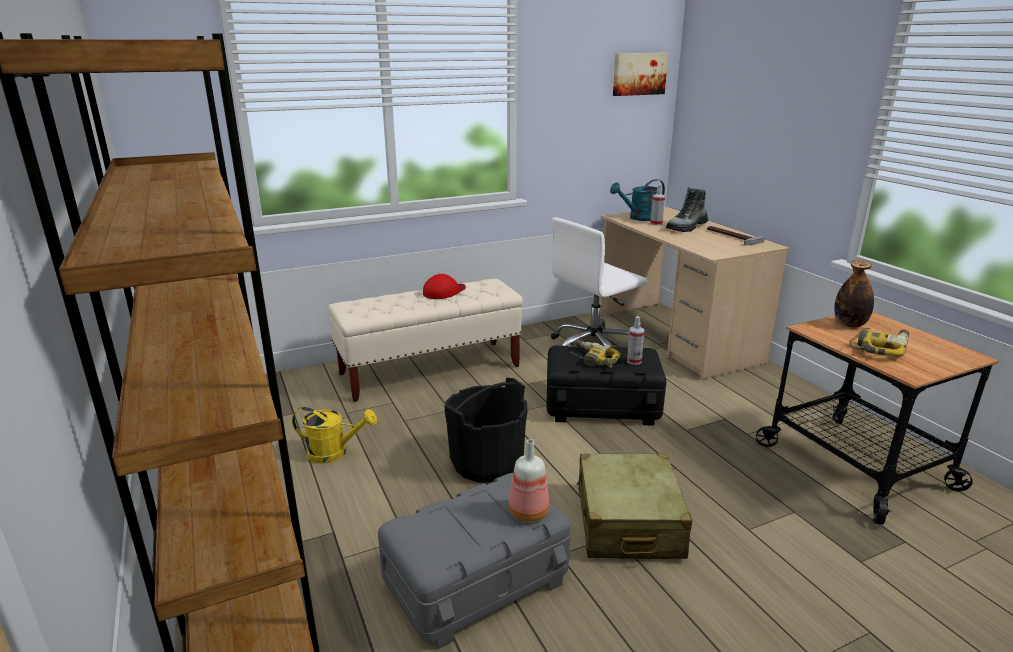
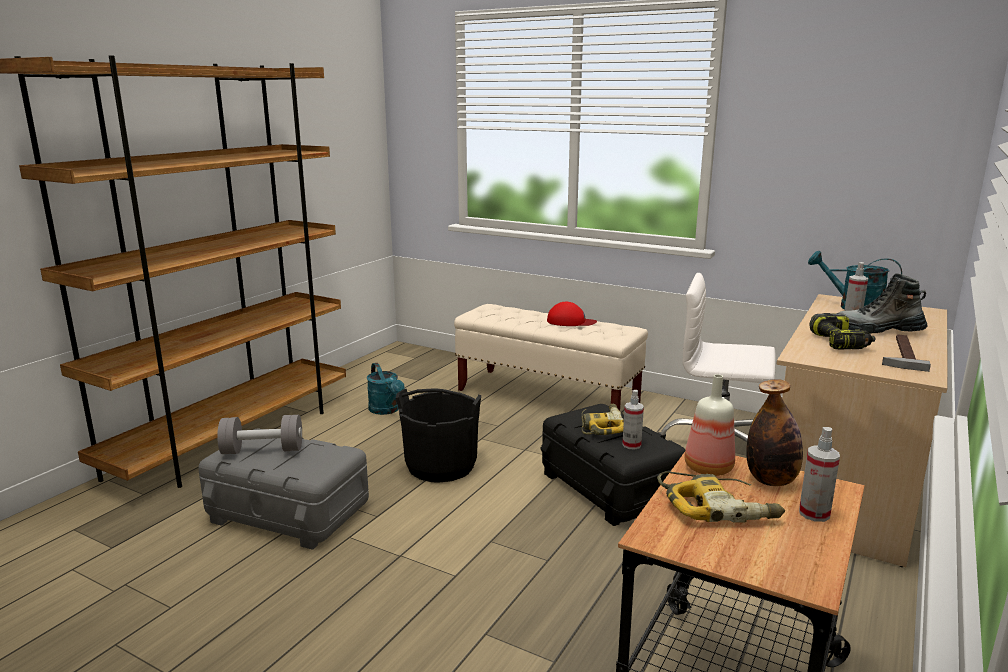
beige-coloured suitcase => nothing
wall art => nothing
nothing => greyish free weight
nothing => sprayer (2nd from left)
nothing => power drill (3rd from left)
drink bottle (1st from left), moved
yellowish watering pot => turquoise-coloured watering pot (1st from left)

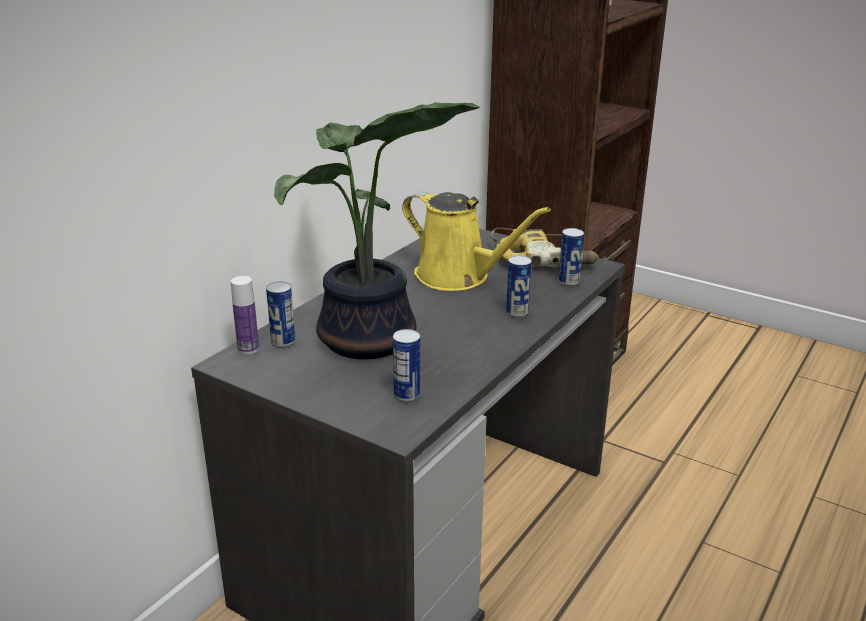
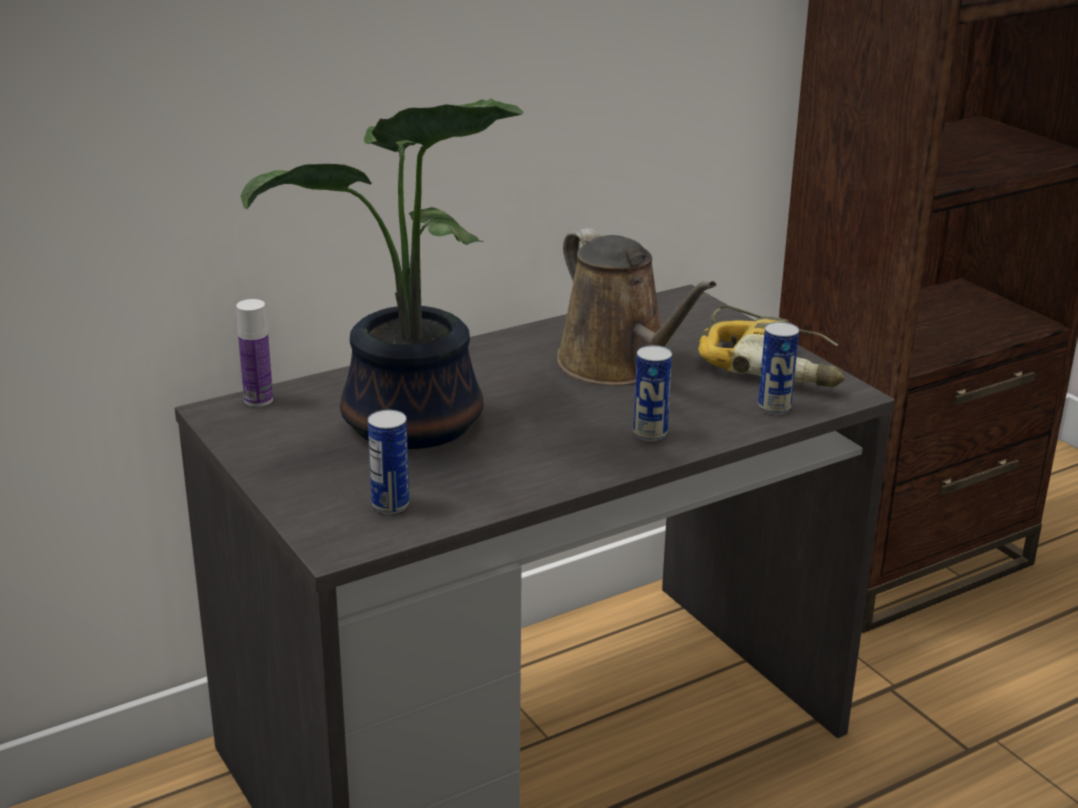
sealed can (1st from left) => nothing
yellowish watering pot => brown-coloured watering pot

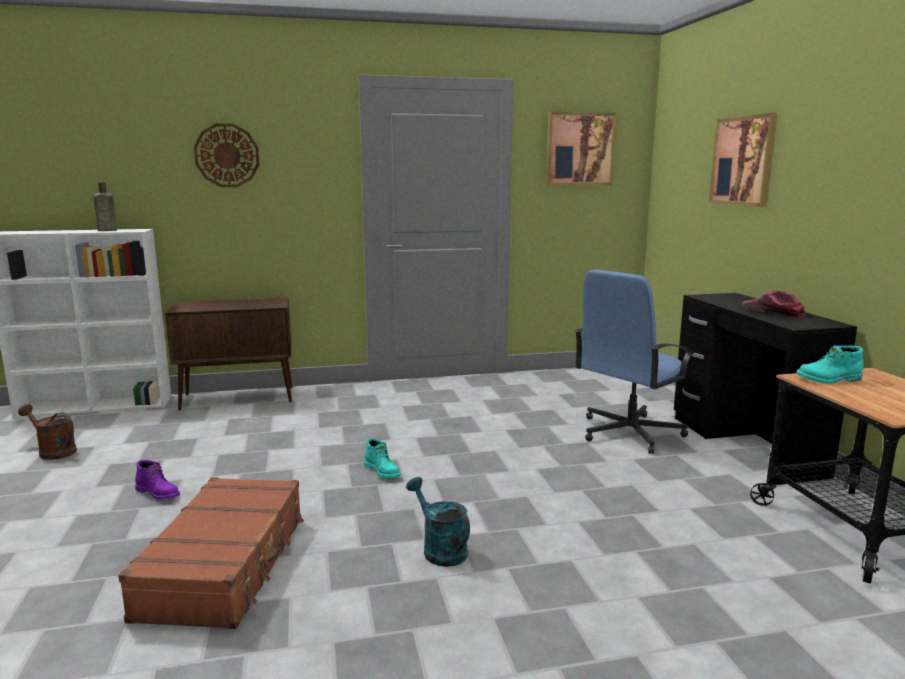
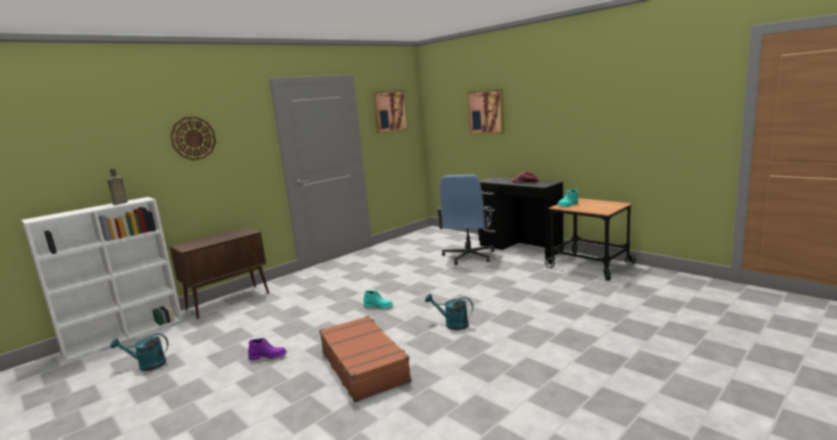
brown-coloured watering pot => turquoise-coloured watering pot (1st from left)

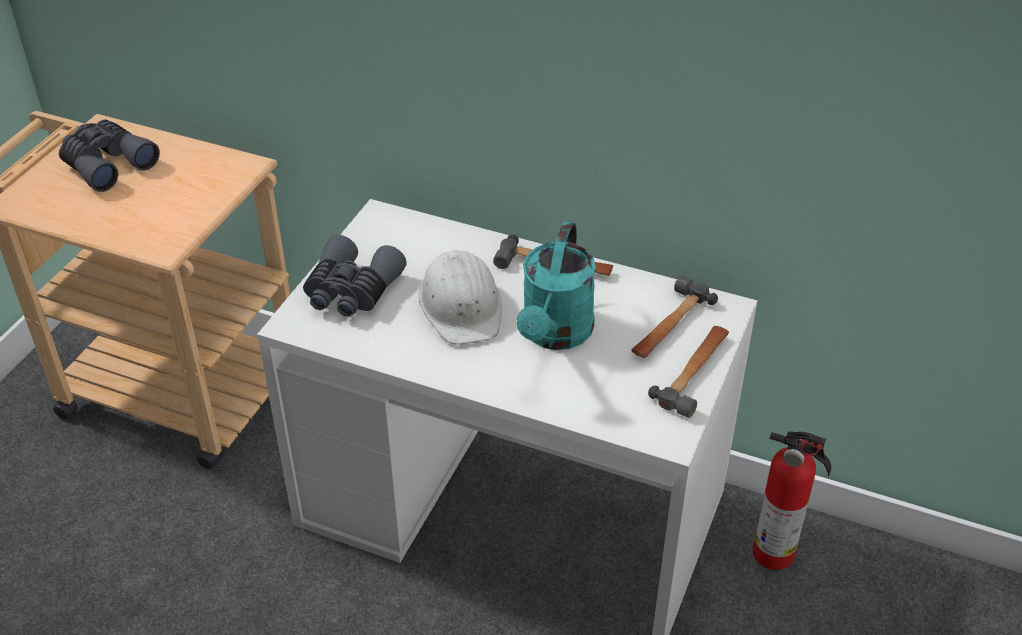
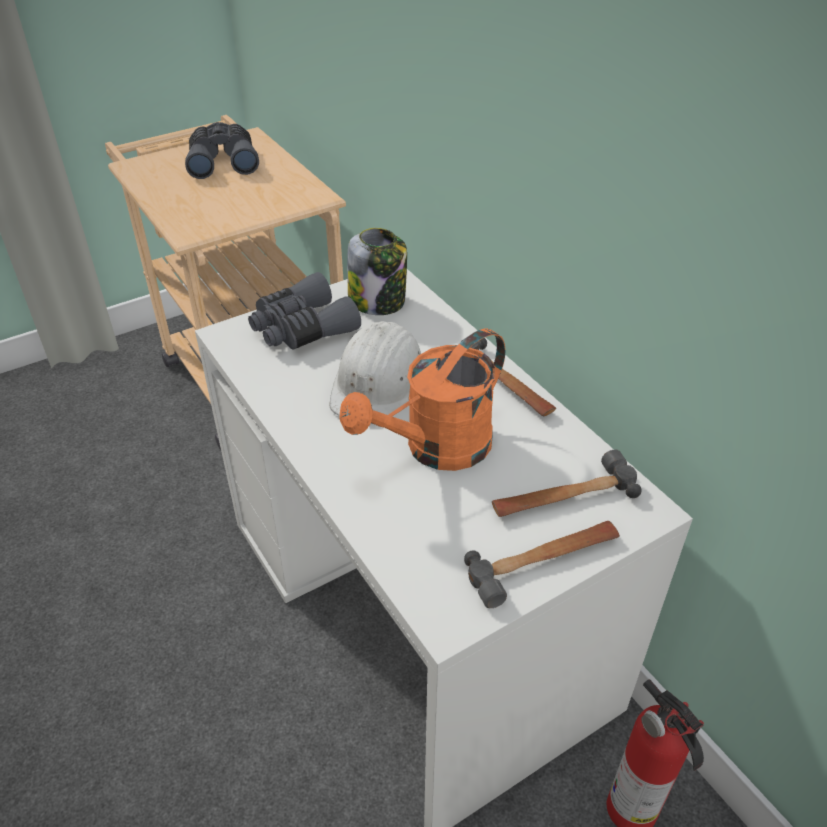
nothing => storage jar
turquoise-coloured watering pot => orange watering pot

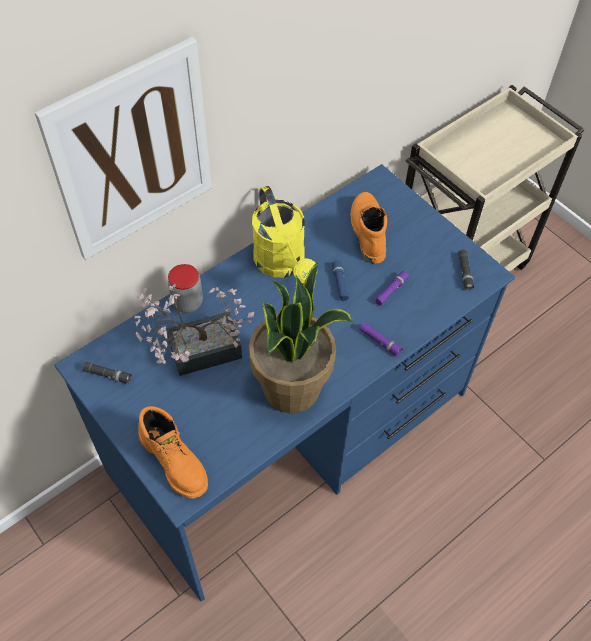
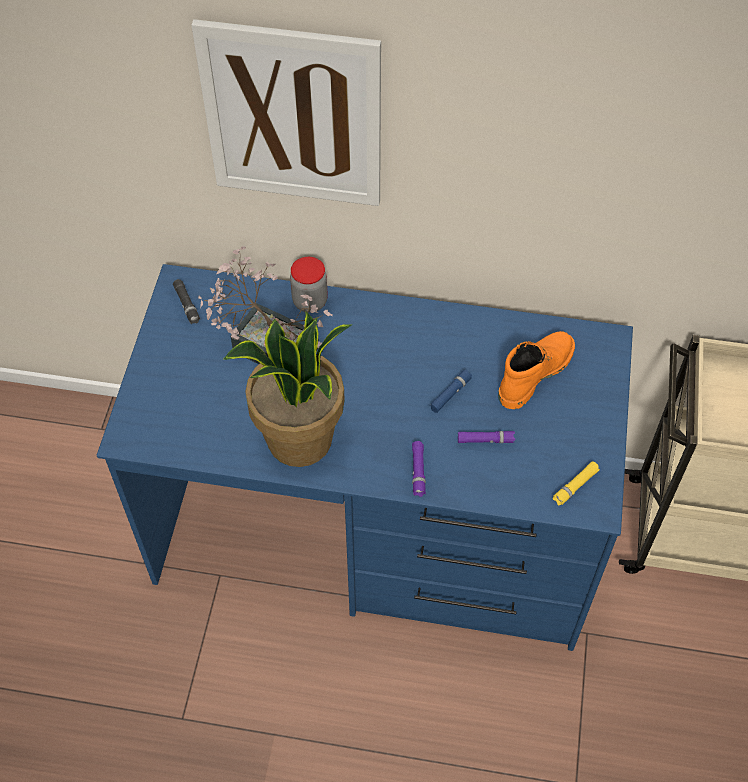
orange boot (1st from left) => nothing
yellowish watering pot => nothing
black-coloured flashlight (2nd from left) => yellowish flashlight

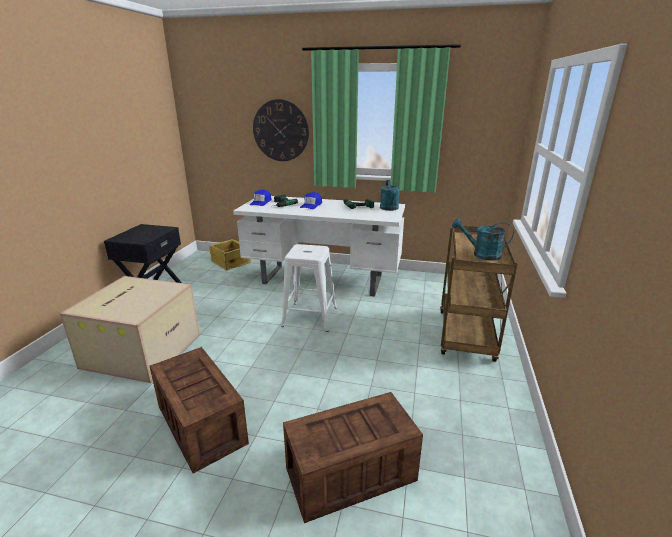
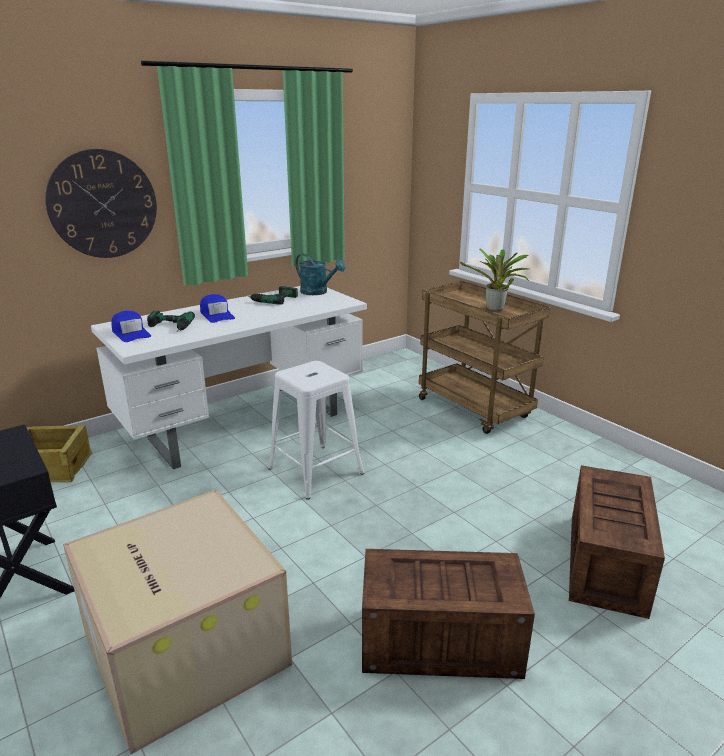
turquoise-coloured watering pot (2nd from left) => houseplant

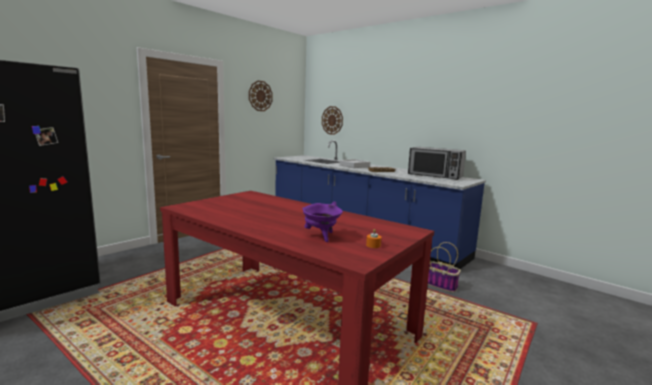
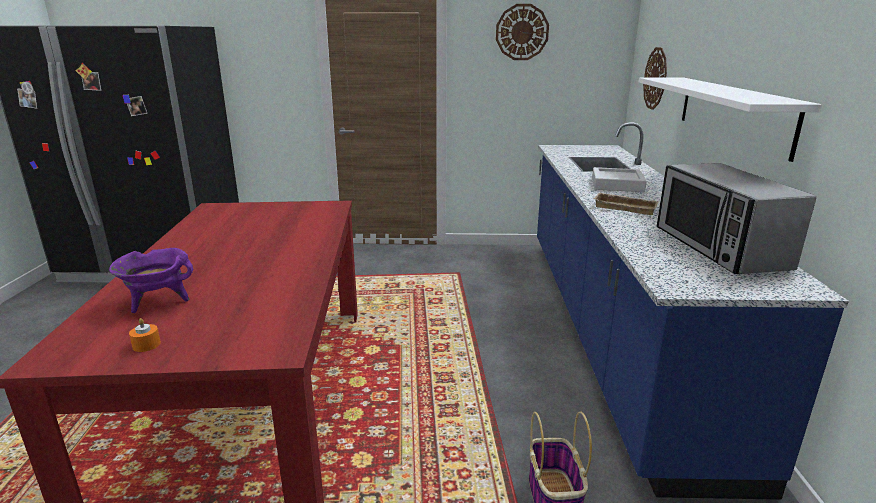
nothing => whitish wall shelf

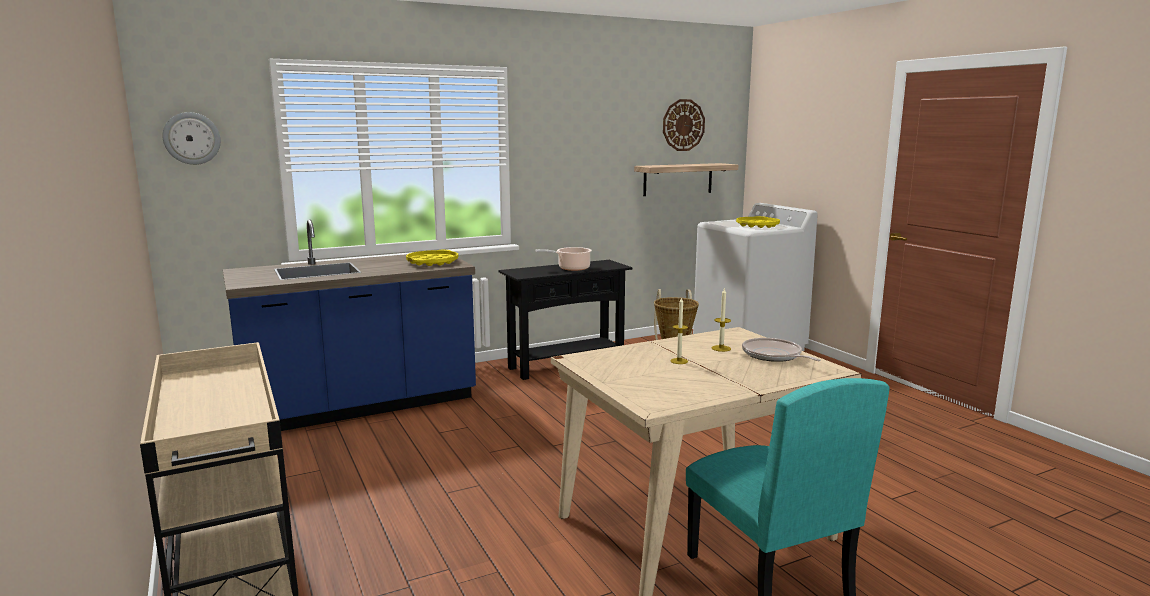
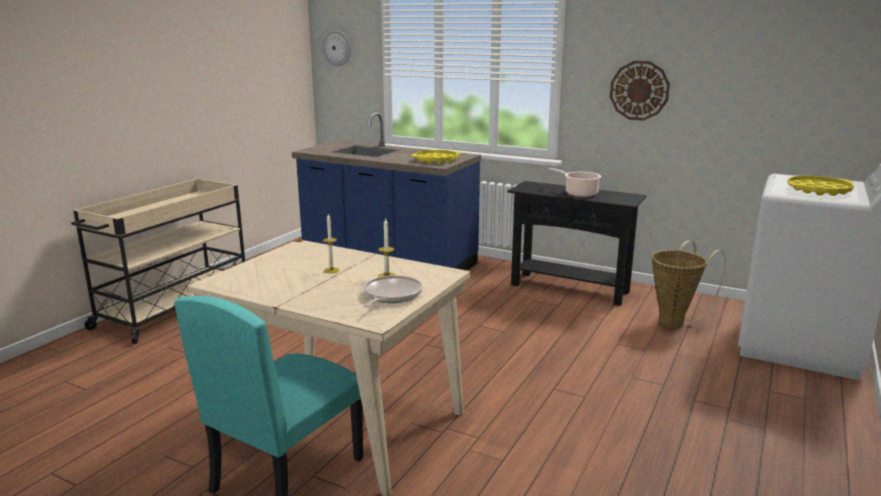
wall shelf => nothing
clock on the wall (2nd from left), moved

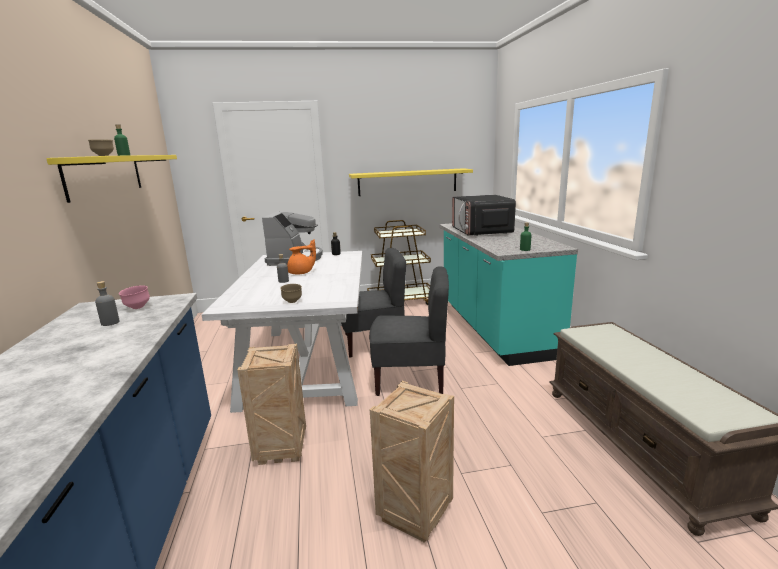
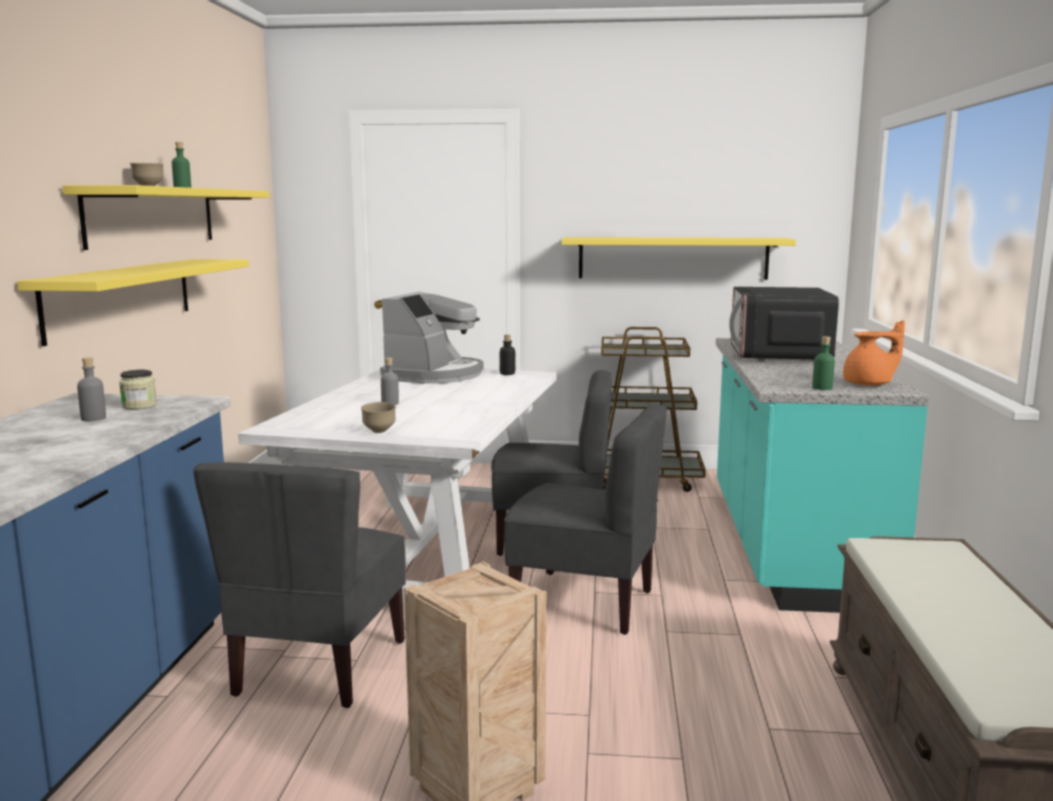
nothing => yellowish wall shelf (1st from left)
orange pot for tea, moved
pinkish serving bowl => storage jar
shipping crate (1st from left) => greyish plain chair (1st from left)

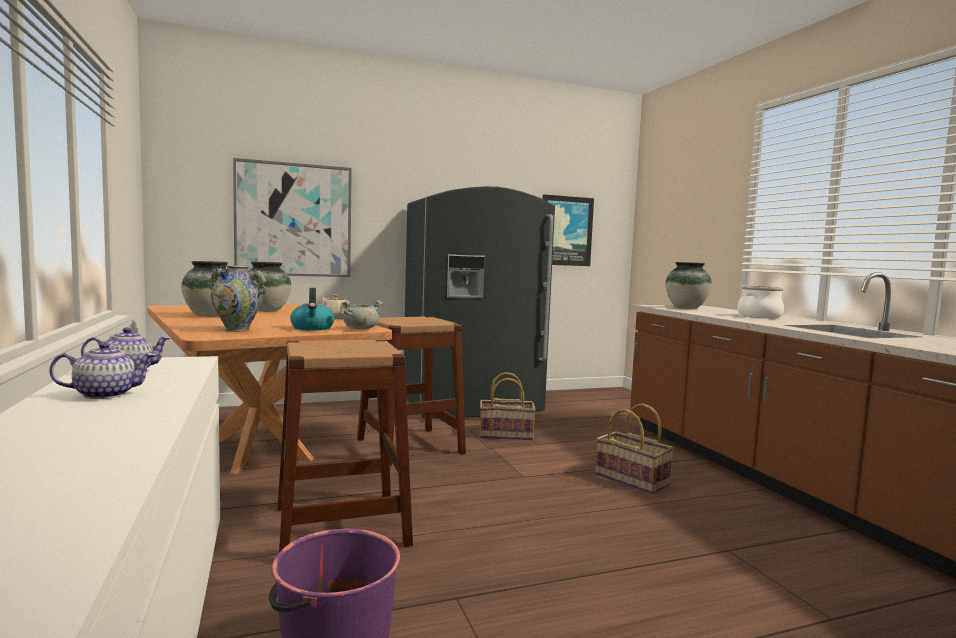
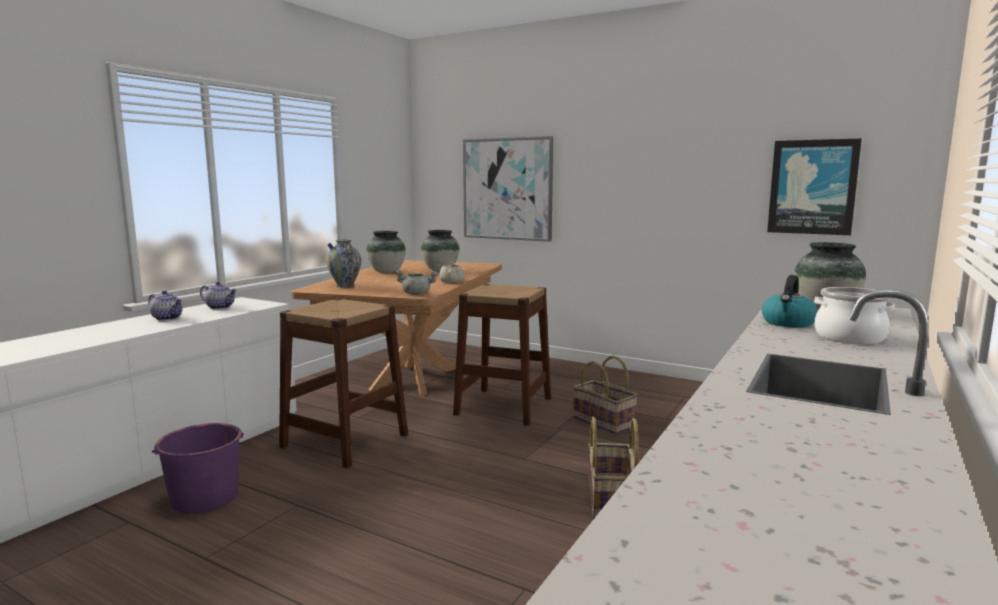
greyish refrigerator => nothing
water kettle, moved

